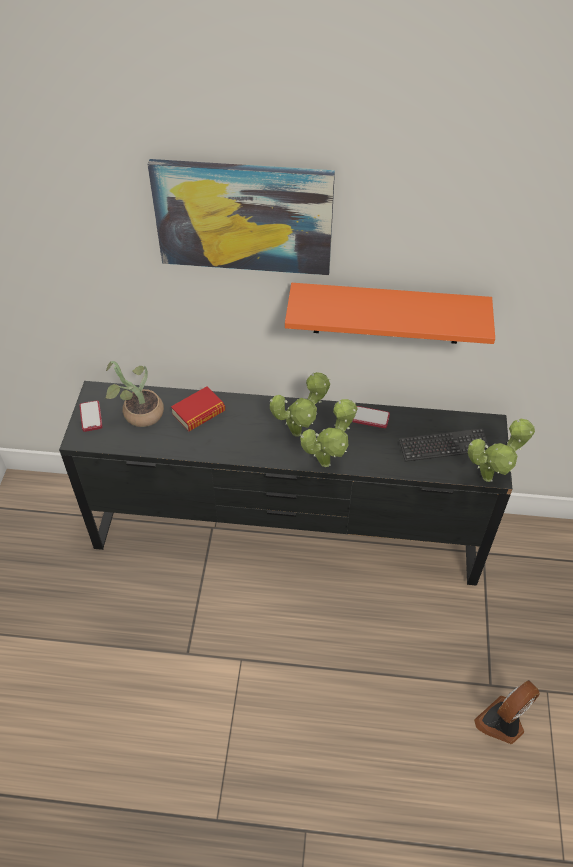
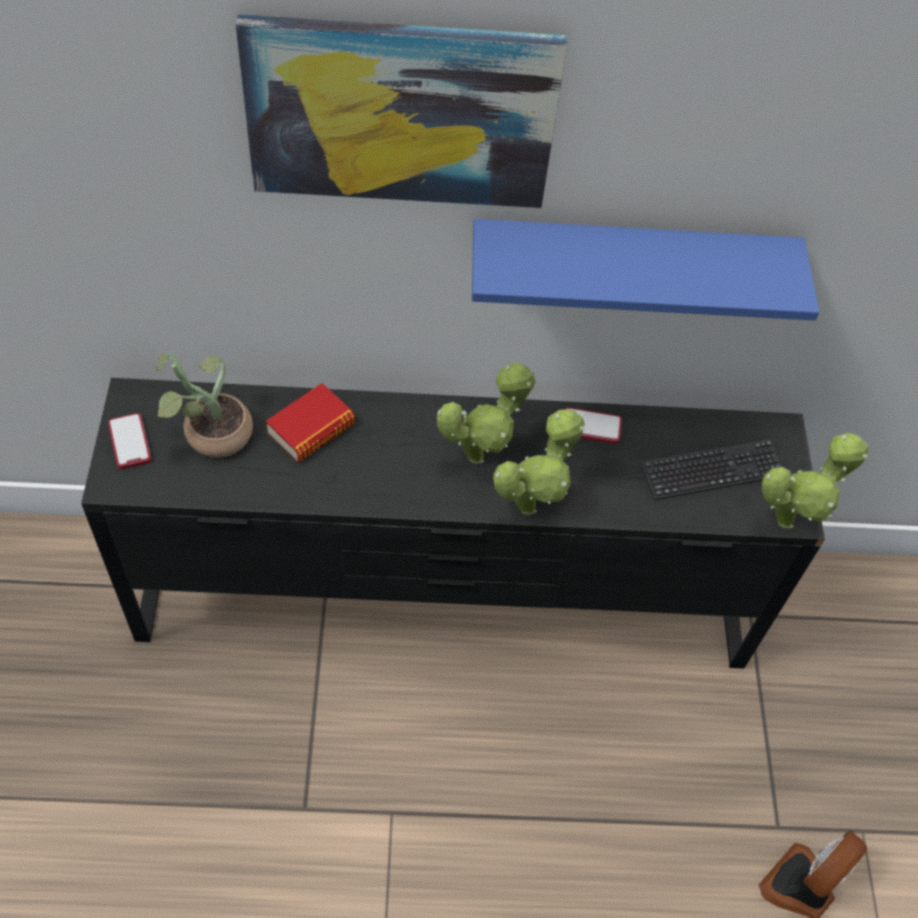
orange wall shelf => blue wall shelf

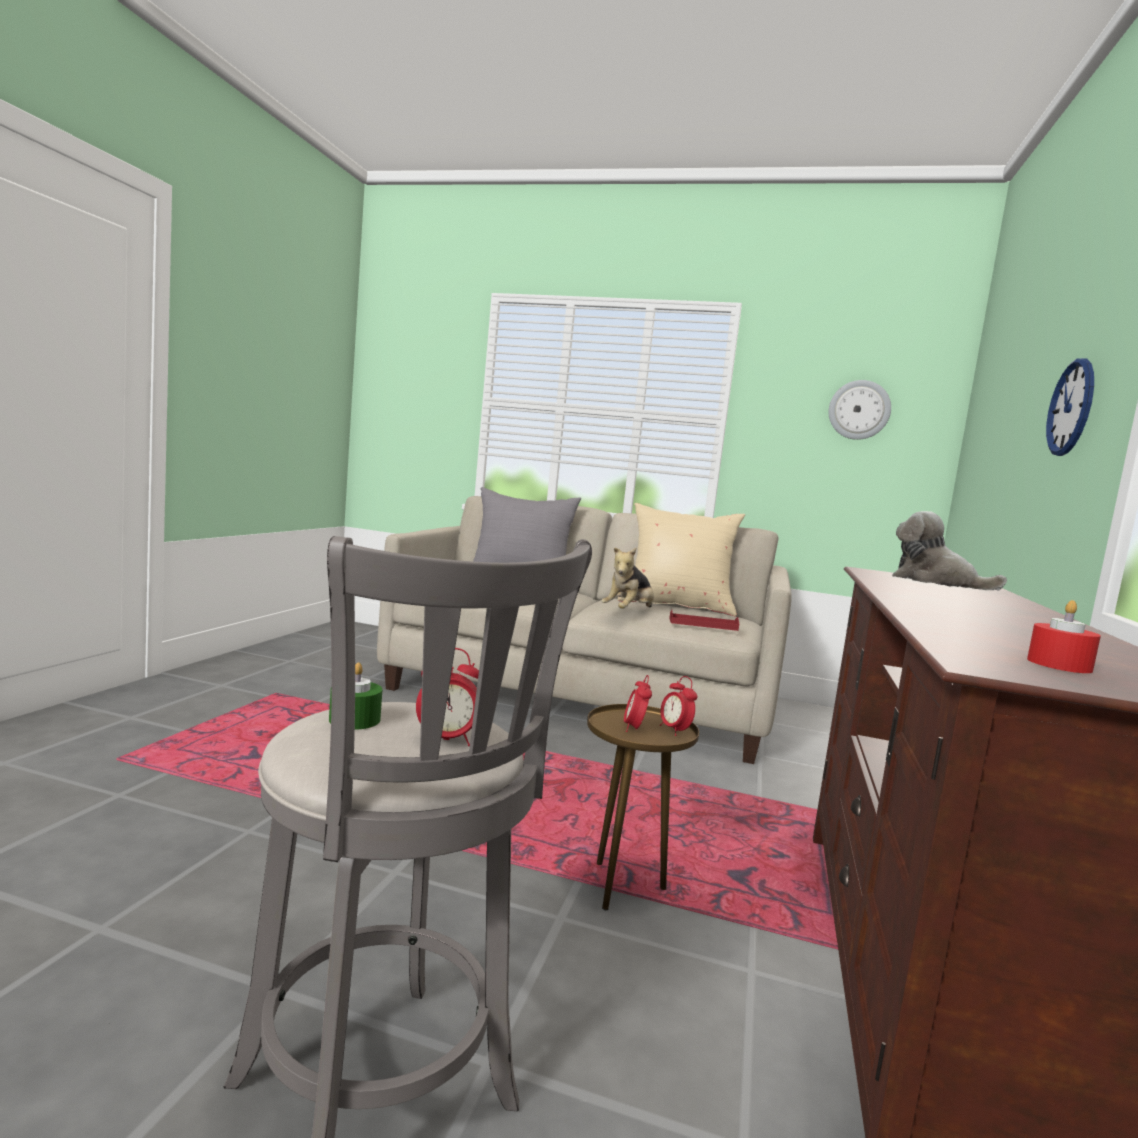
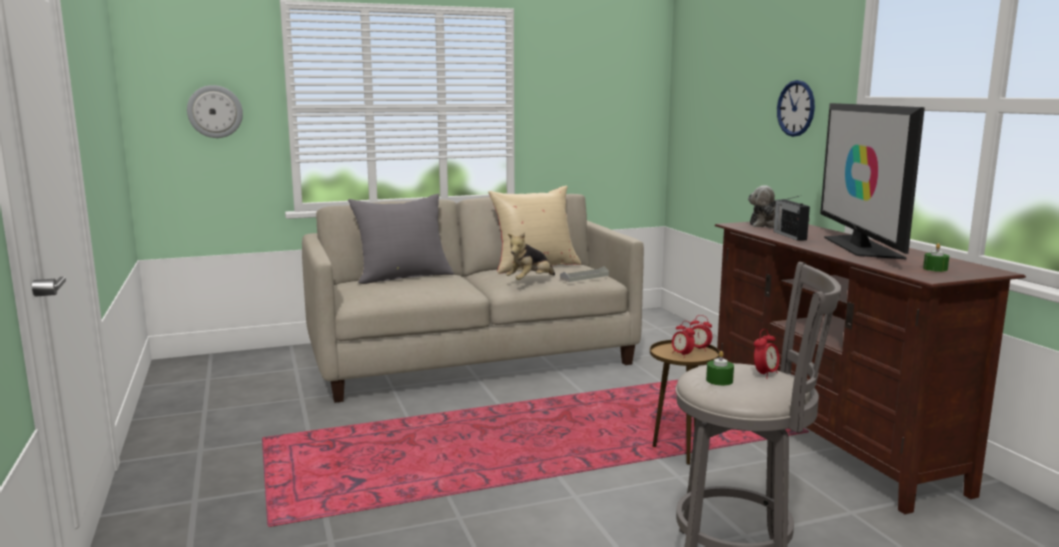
nothing => radio
nothing => TV set
clock on the wall (1st from left), moved
red-coloured tray => greyish tray
red-coloured wax light => greenish wax light (2nd from left)
soft toy (1st from left), 45 degrees clockwise

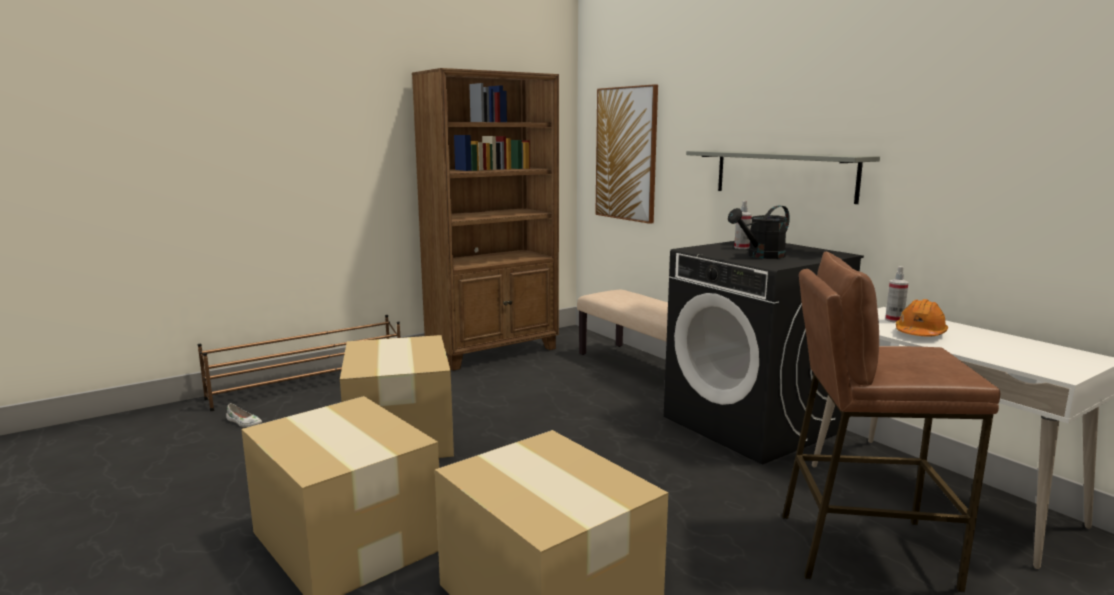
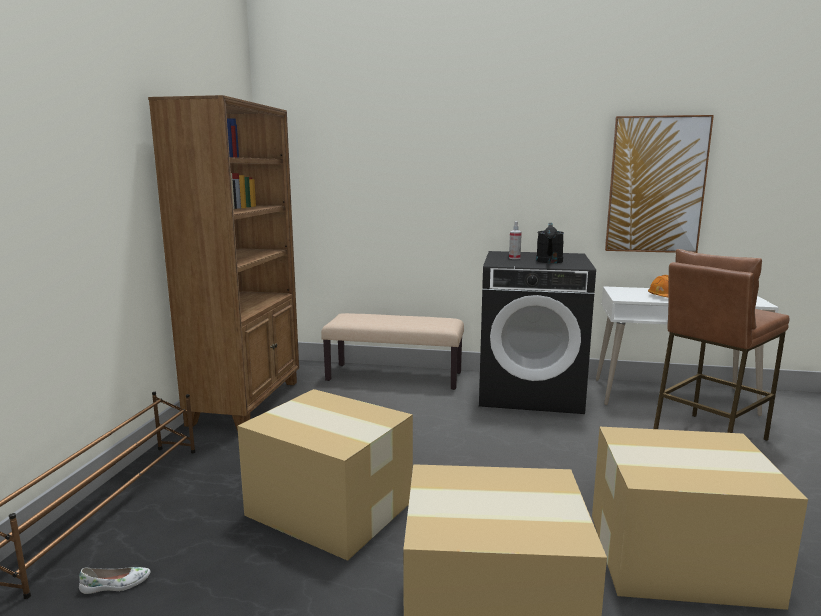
greyish wall shelf => nothing
sprayer (2nd from left) => nothing
wall art, moved

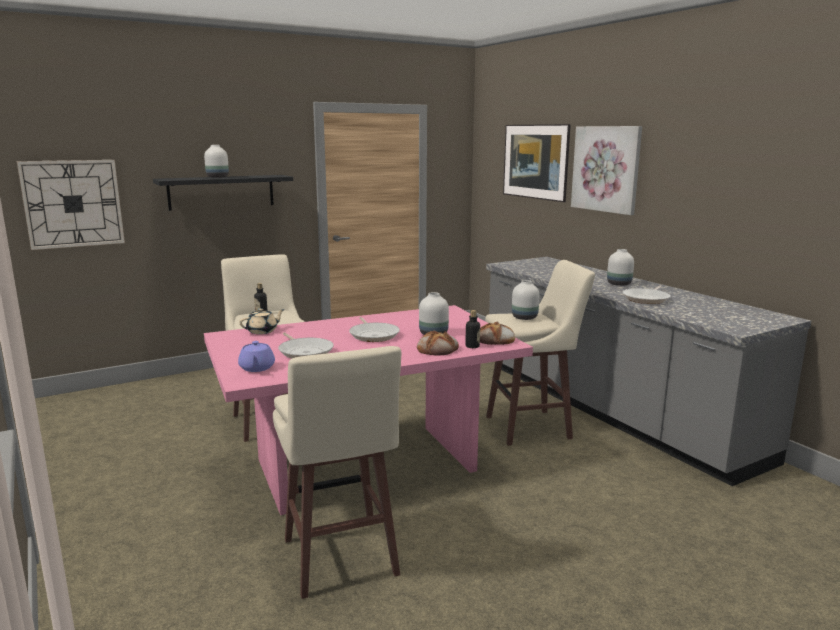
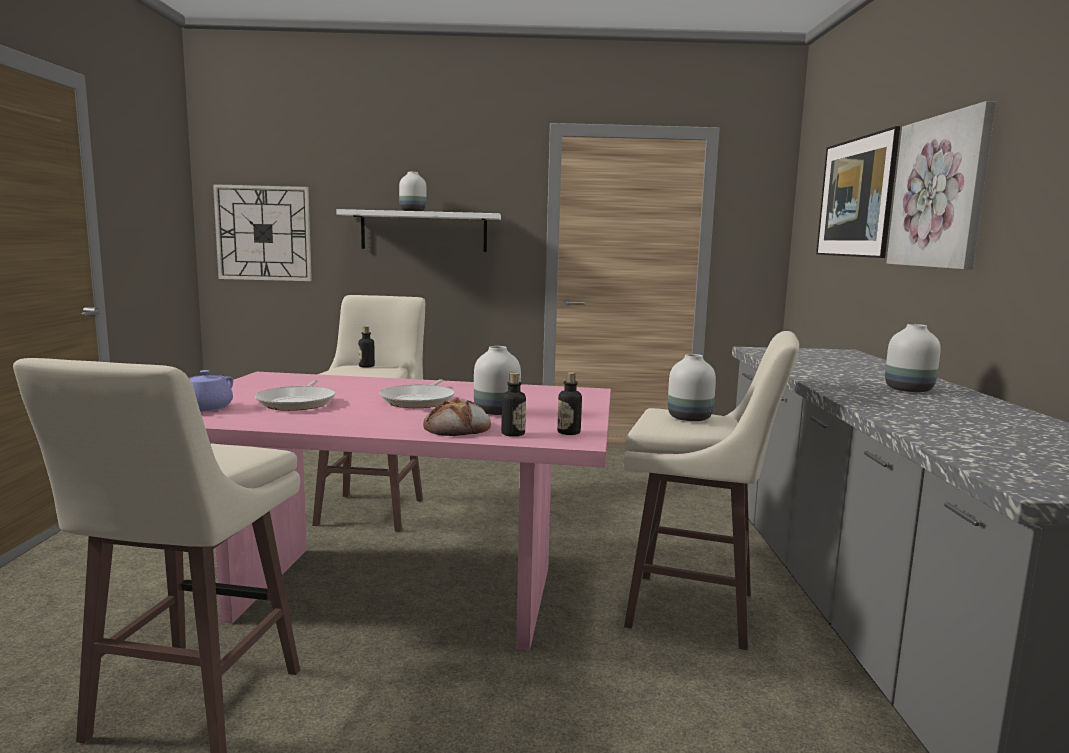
beige-coloured pot for tea => nothing
pan (3rd from left) => nothing
bakery bread (2nd from left) => drink bottle (3rd from left)
black-coloured wall shelf => whitish wall shelf

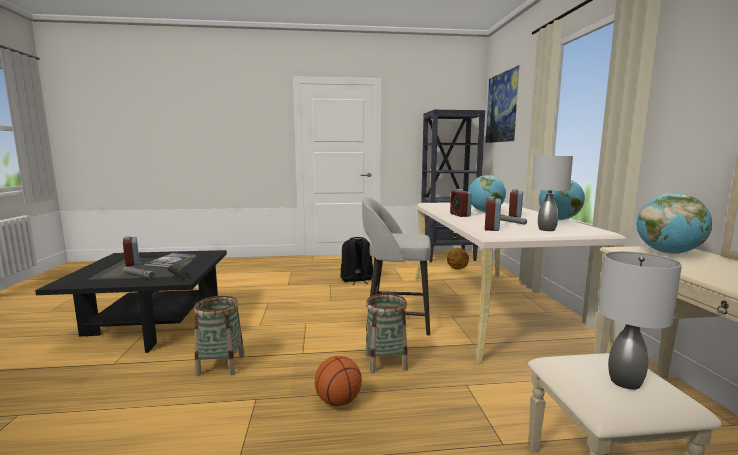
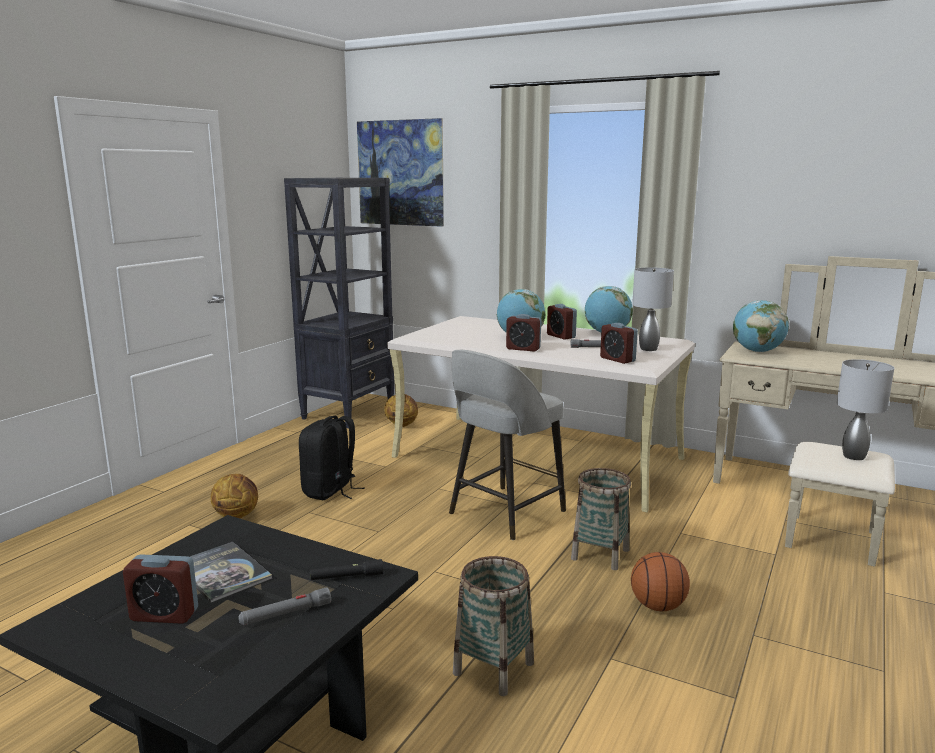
nothing => basketball (1st from left)

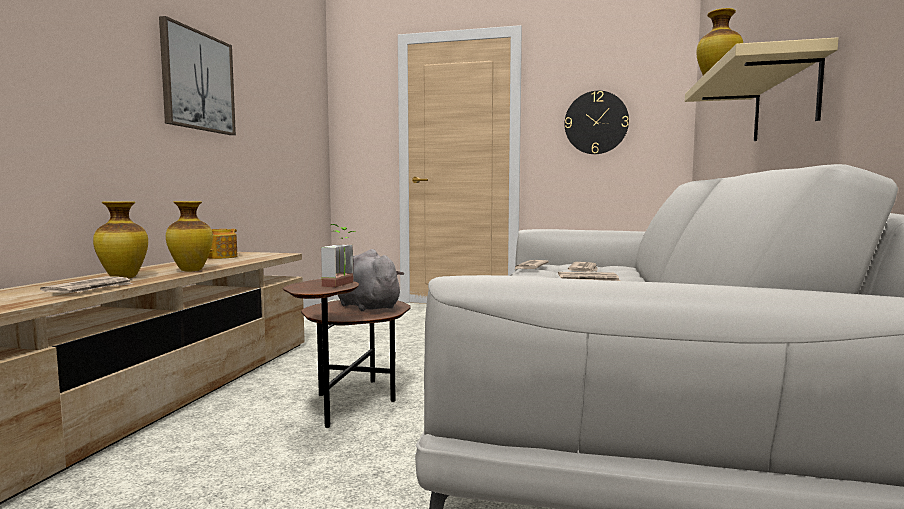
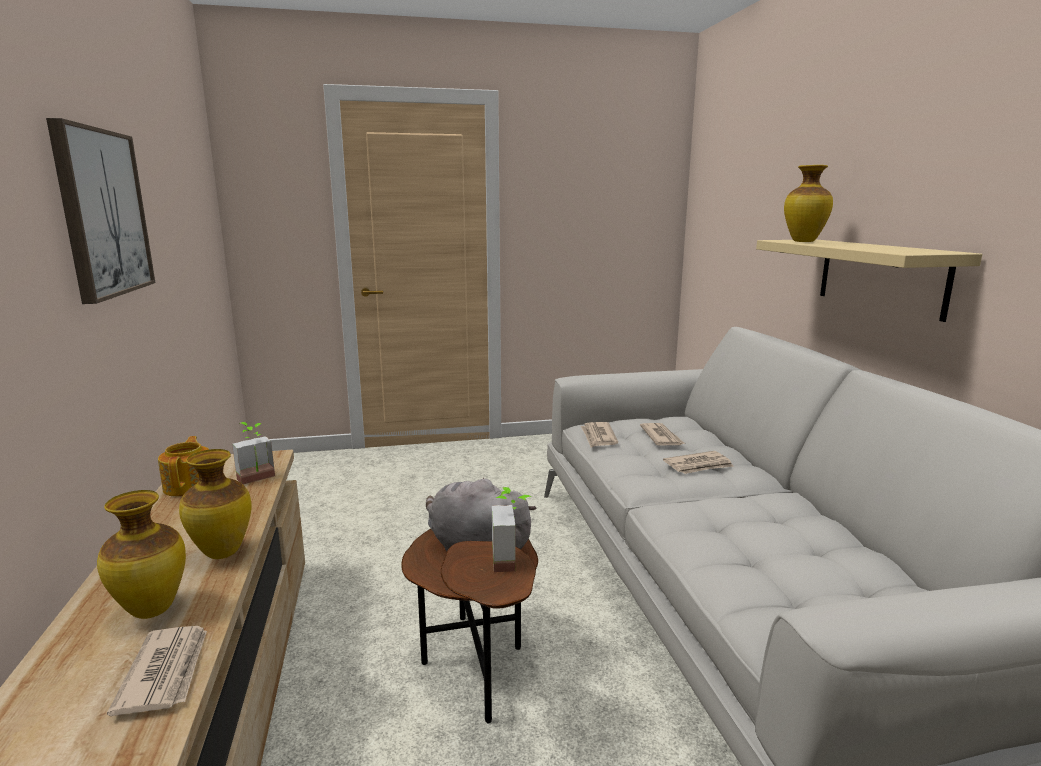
clock on the wall => nothing
nothing => houseplant (1st from left)

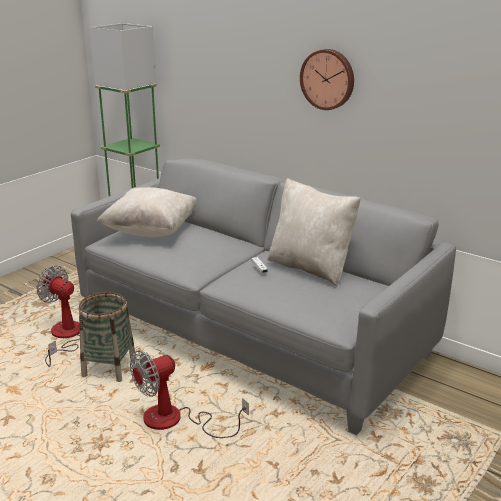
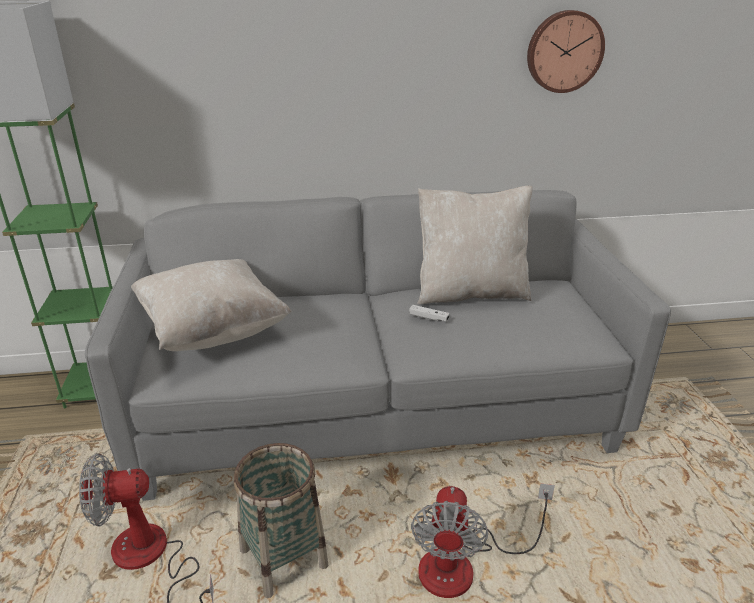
clock on the wall, moved

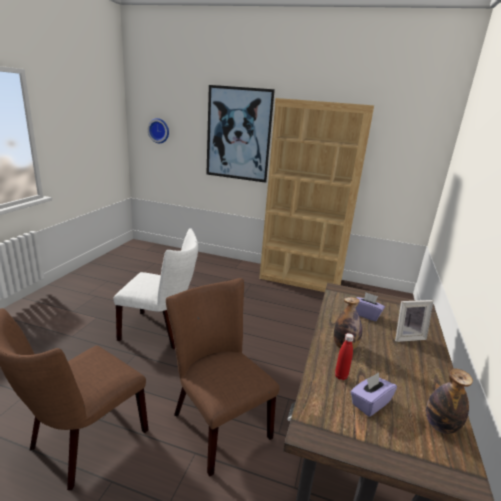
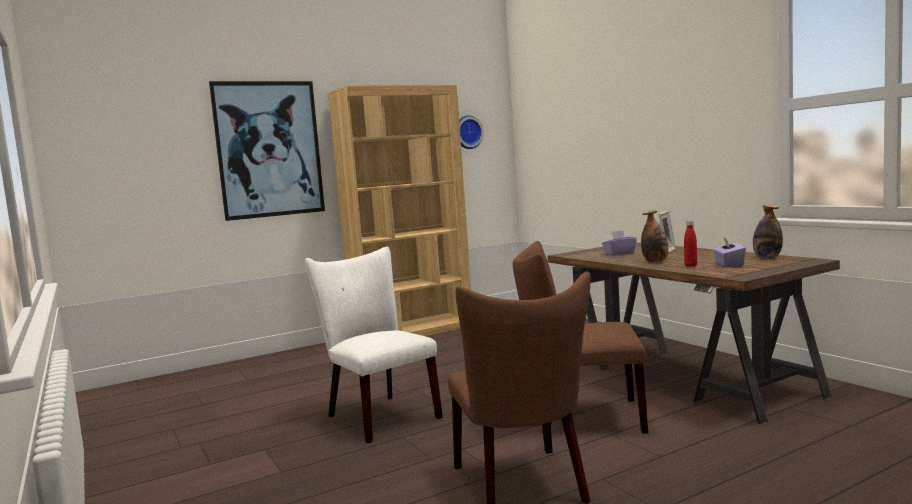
clock on the wall, moved
whitish plain chair, 90 degrees counterclockwise

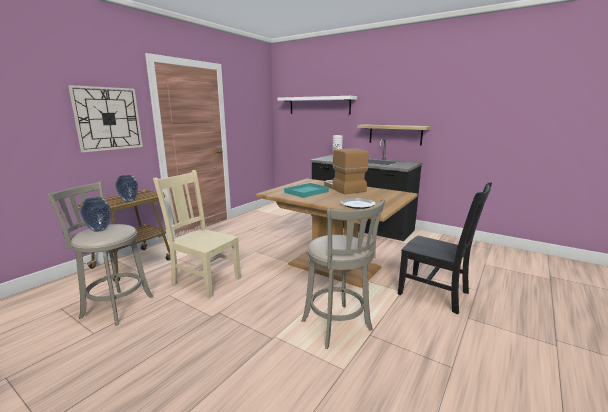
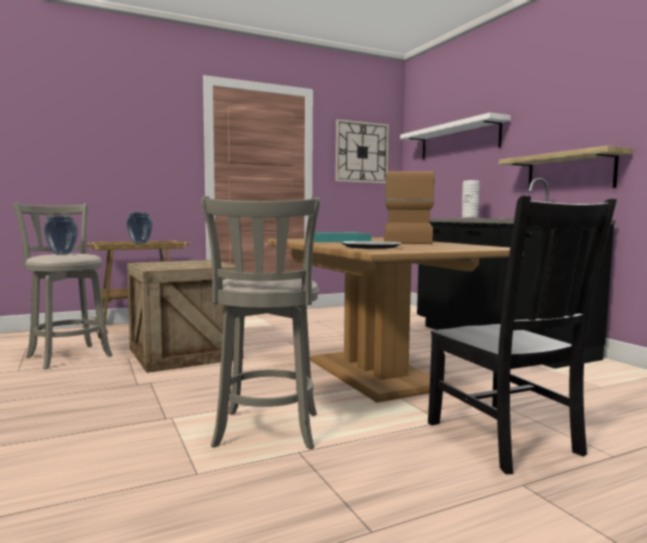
clock on the wall, moved
beige-coloured plain chair => shipping crate

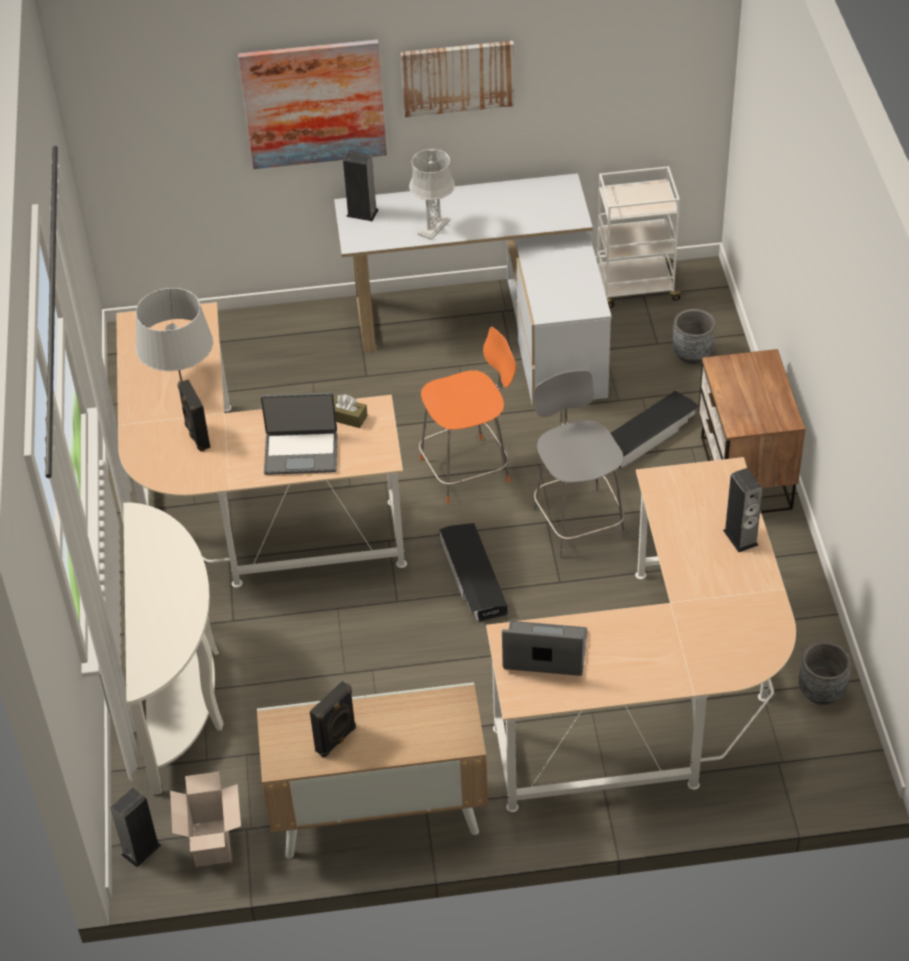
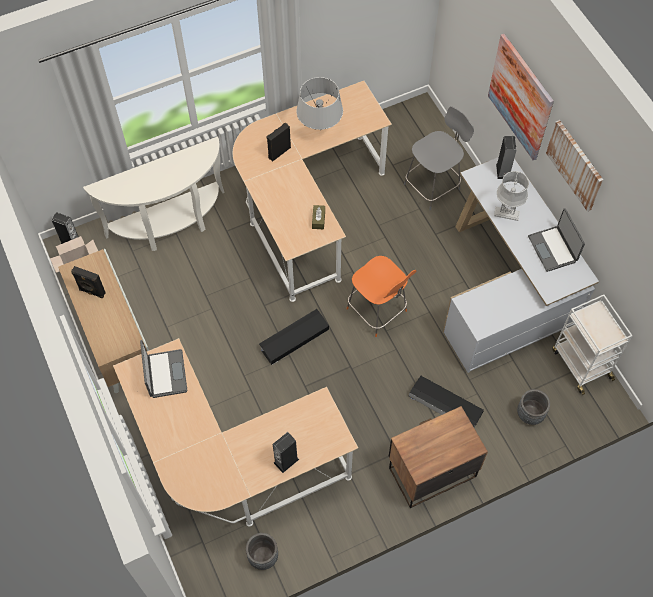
portable computer (1st from left in the first image) => portable computer (2nd from left), moved
greyish plain chair, moved

